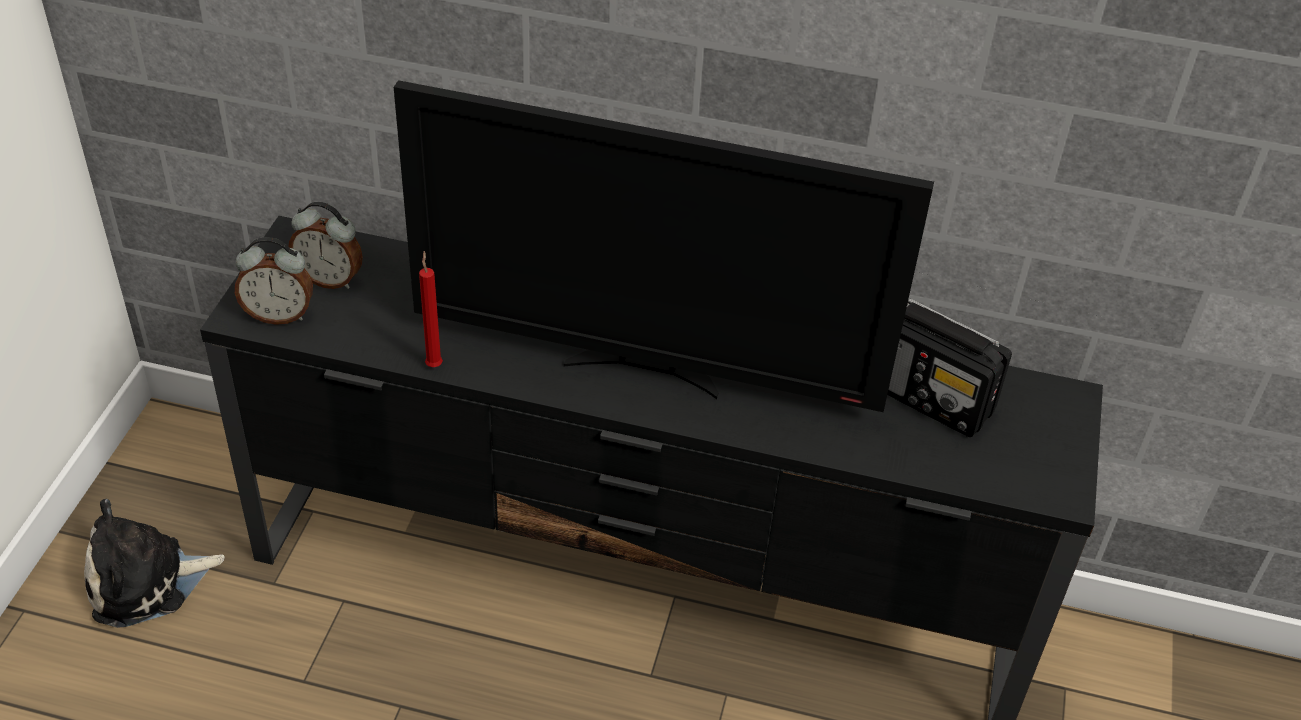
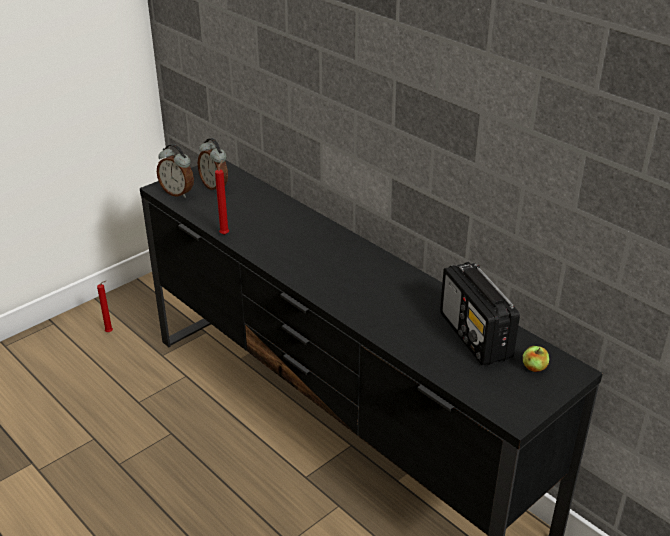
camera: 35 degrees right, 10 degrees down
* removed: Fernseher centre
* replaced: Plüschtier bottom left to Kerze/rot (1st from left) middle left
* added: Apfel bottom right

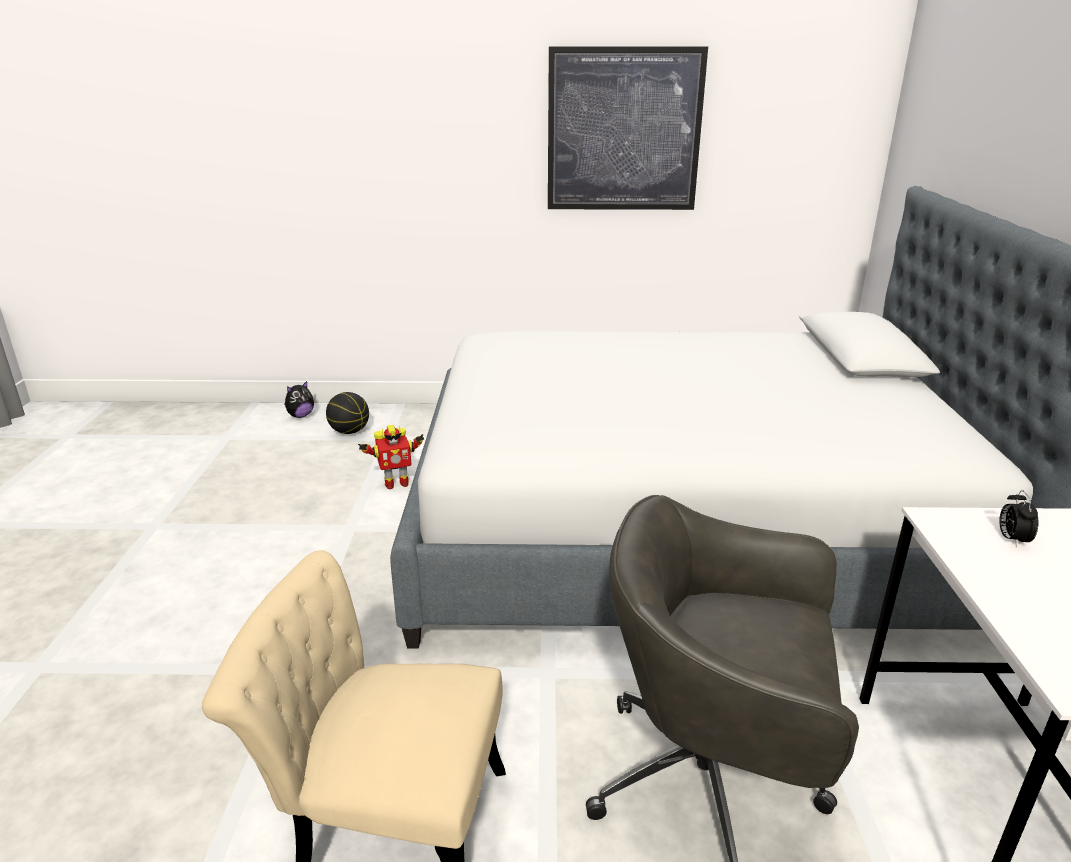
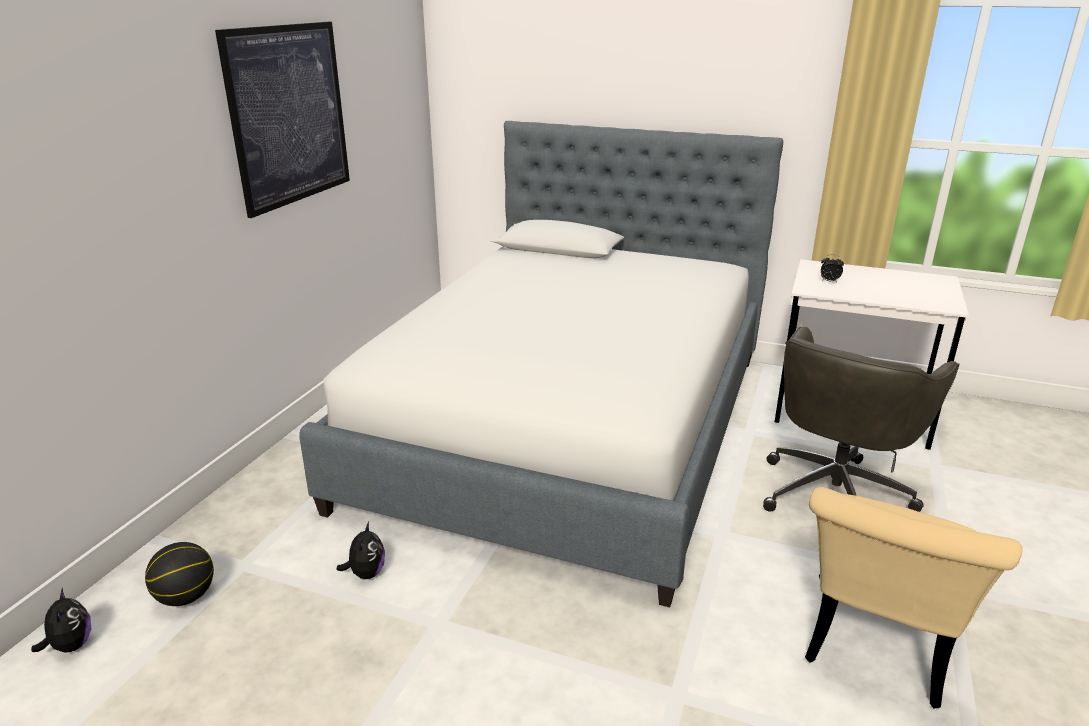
camera: 70 degrees left, 0 degrees up
* replaced: Spielzeugroboter centre to Plüschtier (2nd from left) bottom left

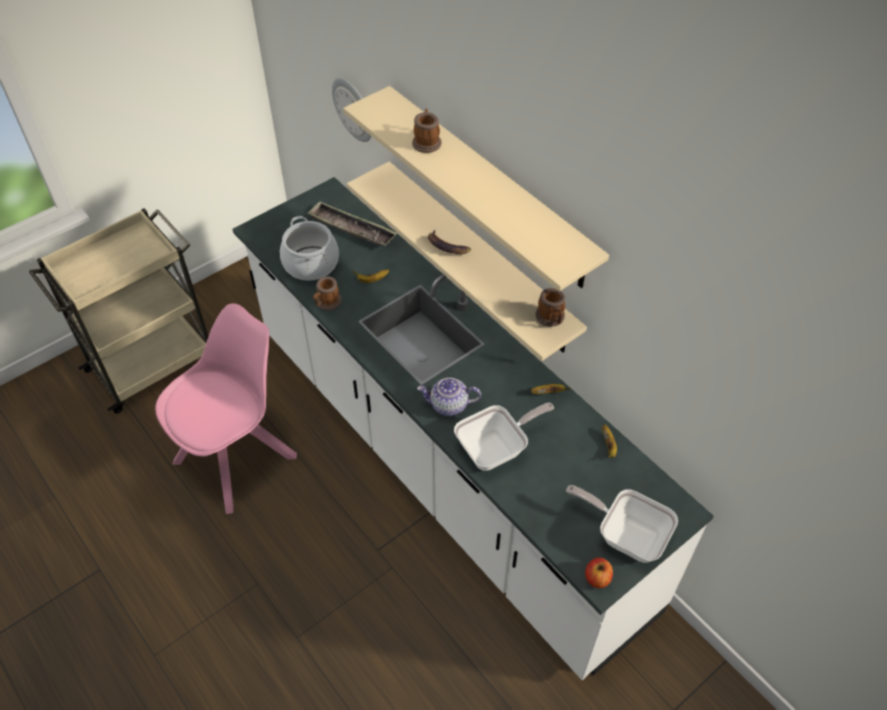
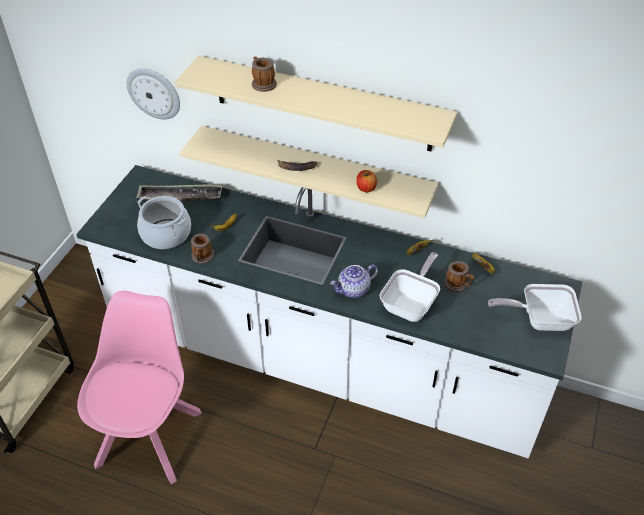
camera: 30 degrees left, 5 degrees down
* moved: Henkelbecher (3rd from left) centre to middle right
* moved: Apfel bottom right to centre

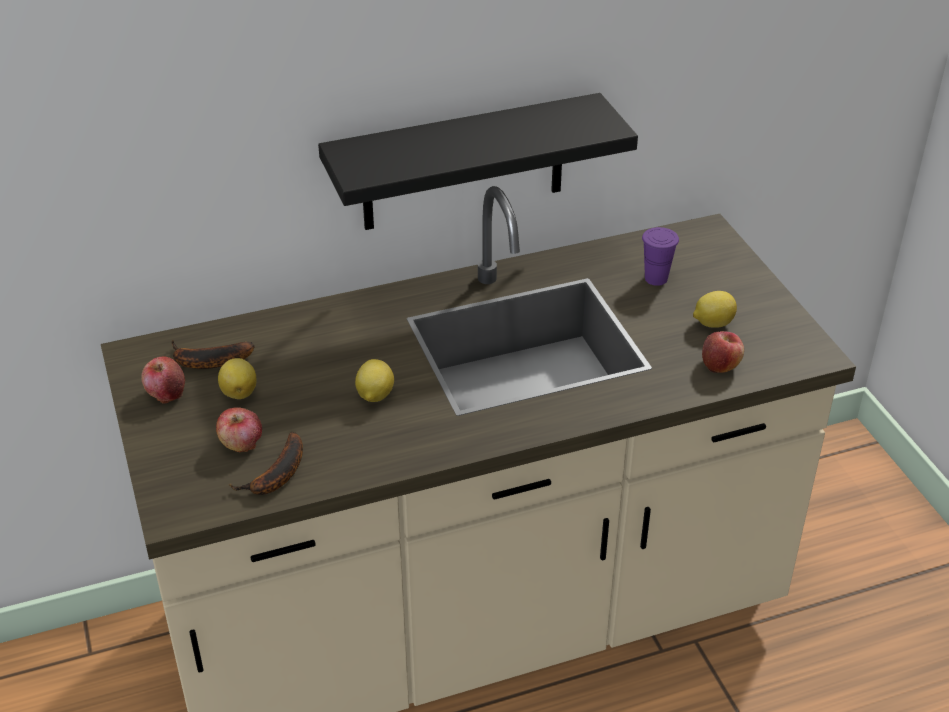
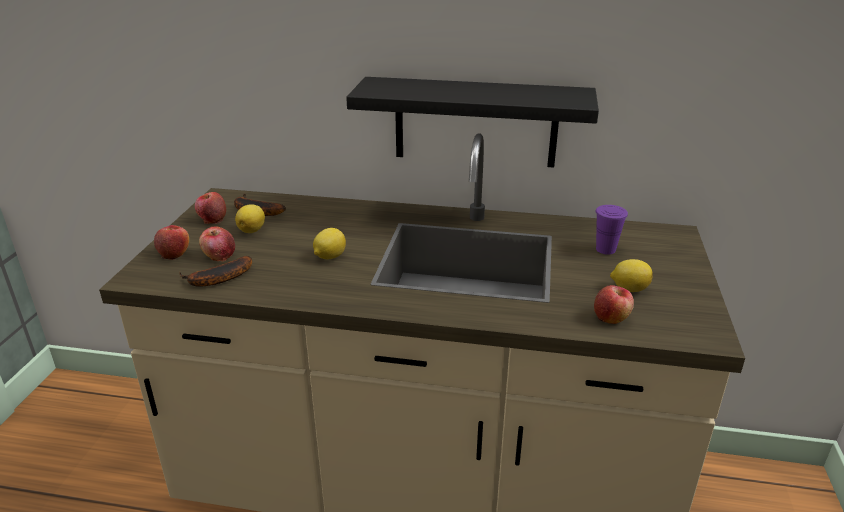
camera: 30 degrees right, 10 degrees down
* added: Apfel (1st from left) middle left

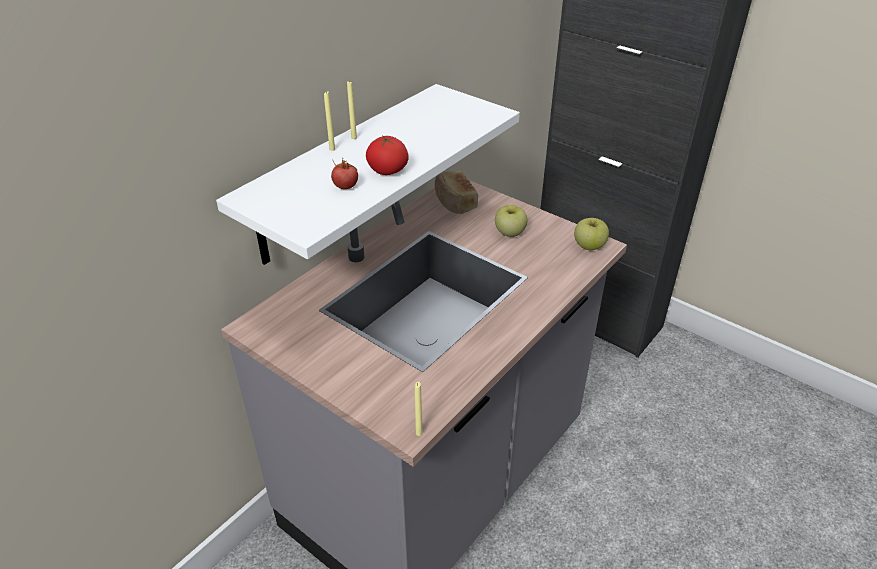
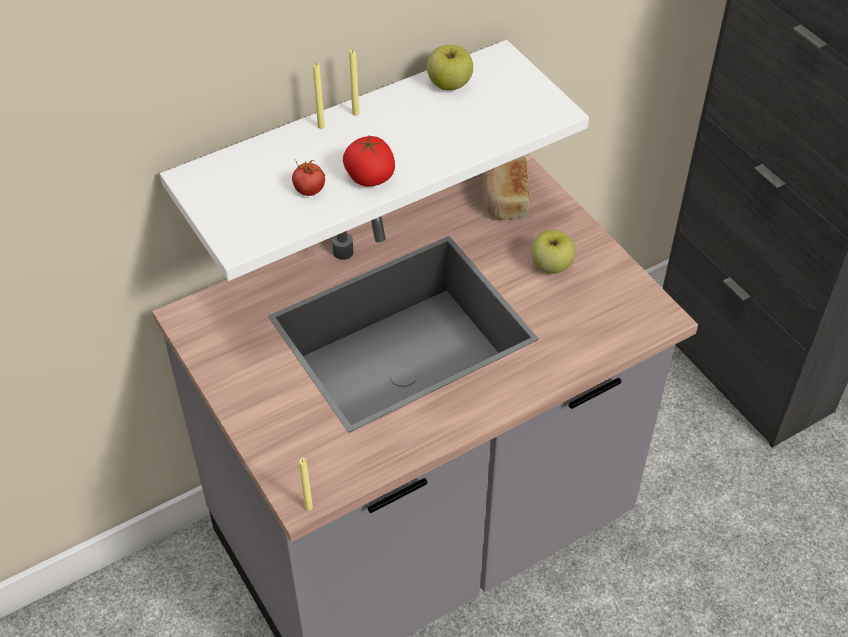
camera: 20 degrees right, 10 degrees up
* moved: Apfel (2nd from left in the first image) middle right to Apfel (1st from left) top centre

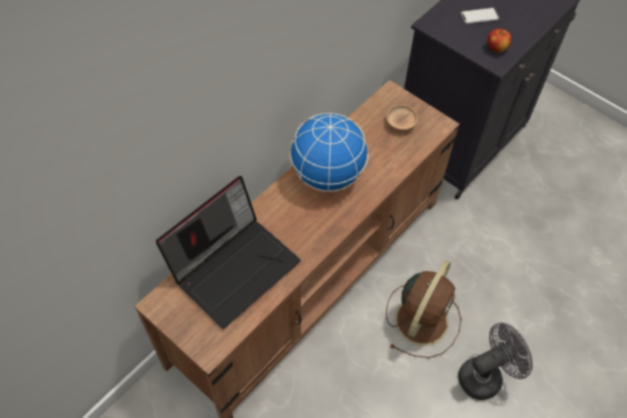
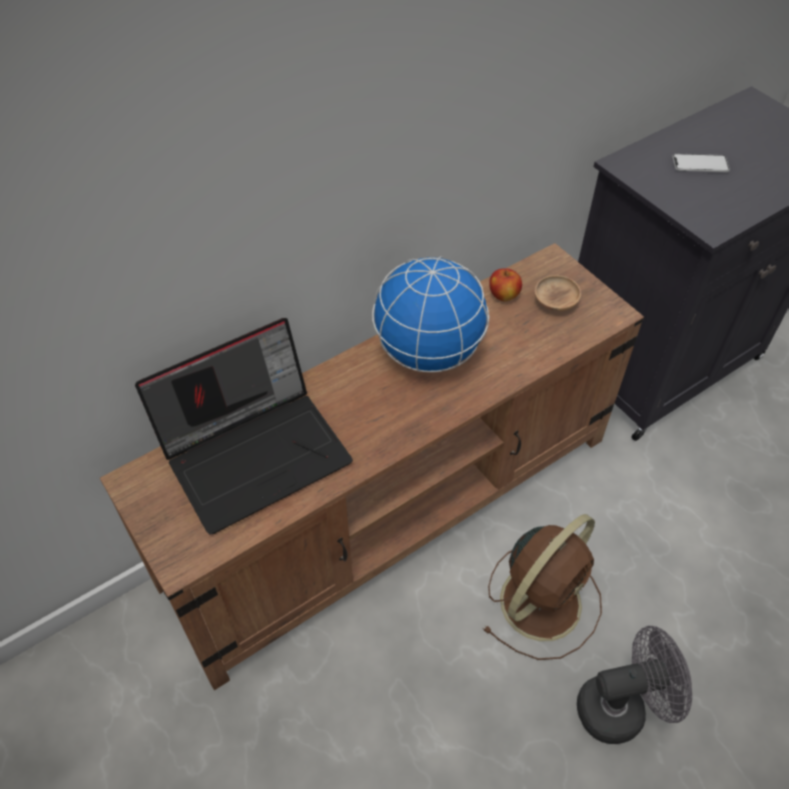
camera: 15 degrees right, 5 degrees down
* moved: Apfel top right to centre

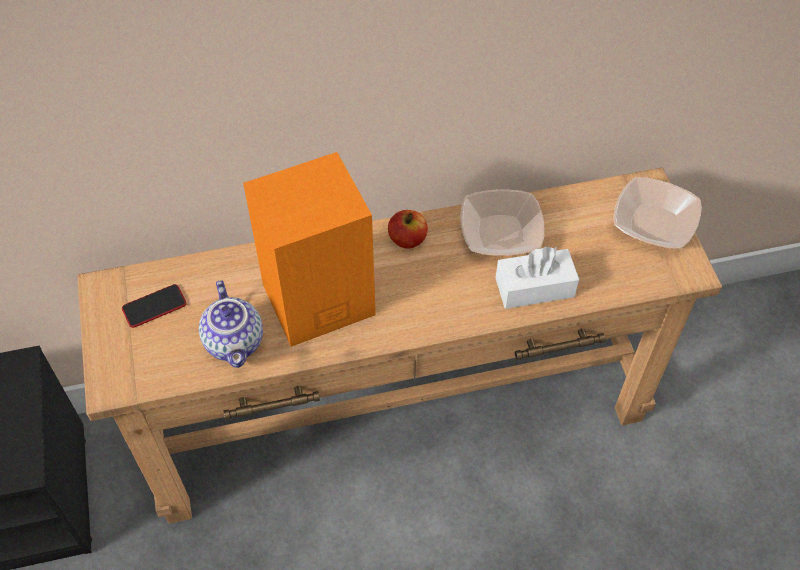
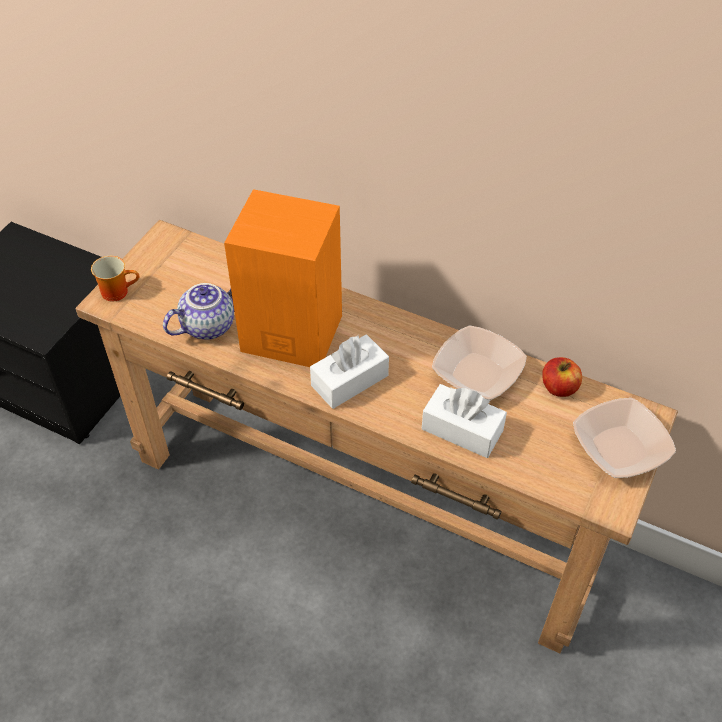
camera: 40 degrees right, 5 degrees down
* moved: Apfel centre to middle right
* turned: Teekanne middle left = middle left 150 degrees counterclockwise
* removed: Handy middle left
* added: Henkelbecher middle left
* added: Taschentuchbox/weiß (1st from left) centre

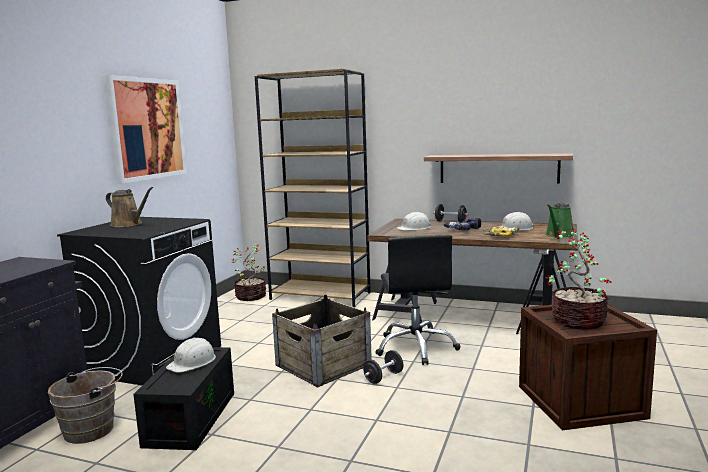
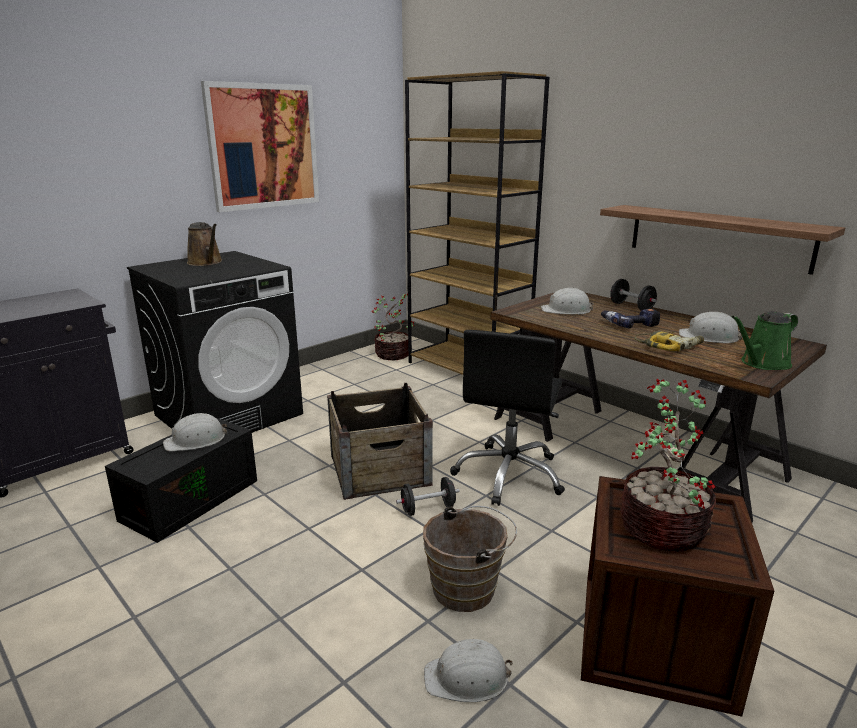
camera: 25 degrees right, 10 degrees up
* moved: Eimer/braun bottom left to bottom centre
* added: Schutzhelm/weiß (2nd from left) bottom centre

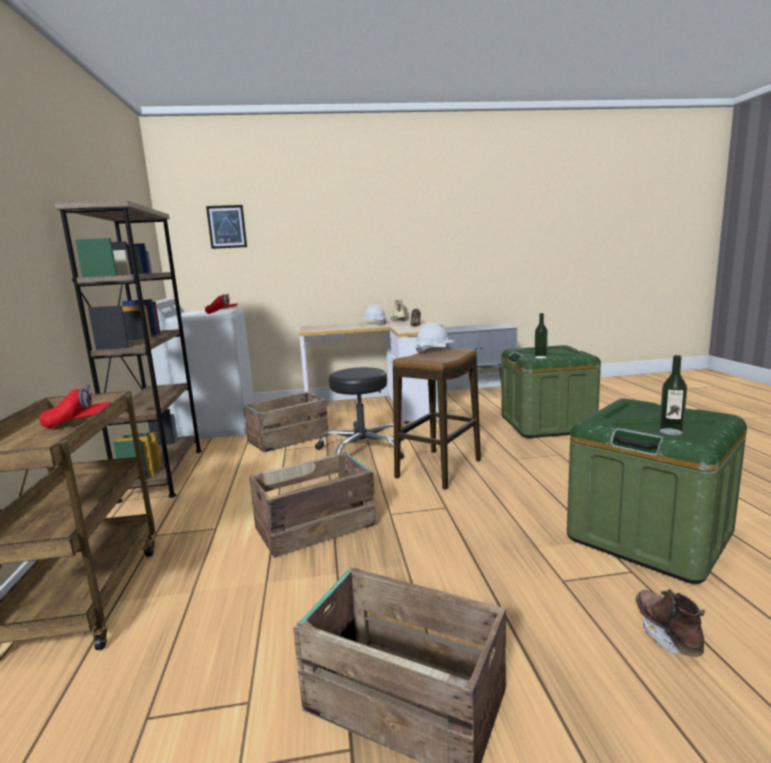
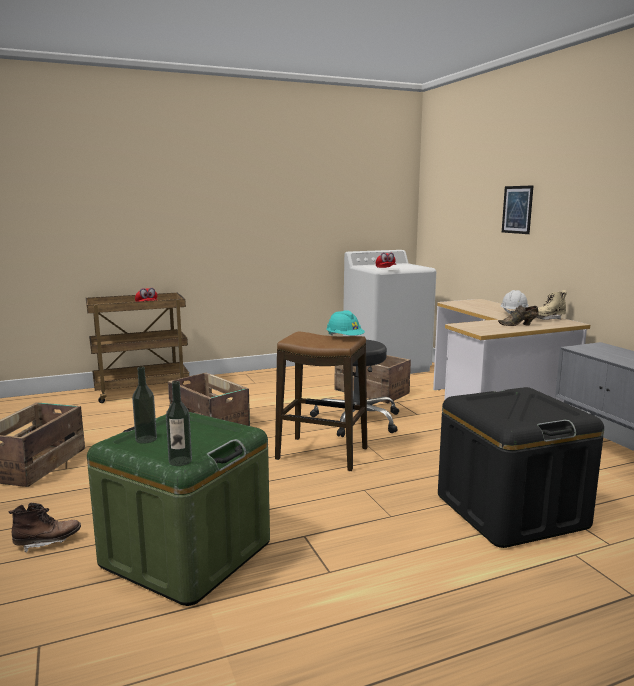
camera: 75 degrees right, 0 degrees up
* removed: Bücherregal/braun middle left
* moved: Bild top left to top right
* moved: Flasche (1st from left in the first image) middle right to Flasche (2nd from left) middle left
* recoloured: Schutzhelm/weiß (2nd from left) centre to Schutzhelm/türkis centre
* recoloured: Aufbewahrungsbox/grün (1st from left) middle right to Aufbewahrungsbox/schwarz bottom right

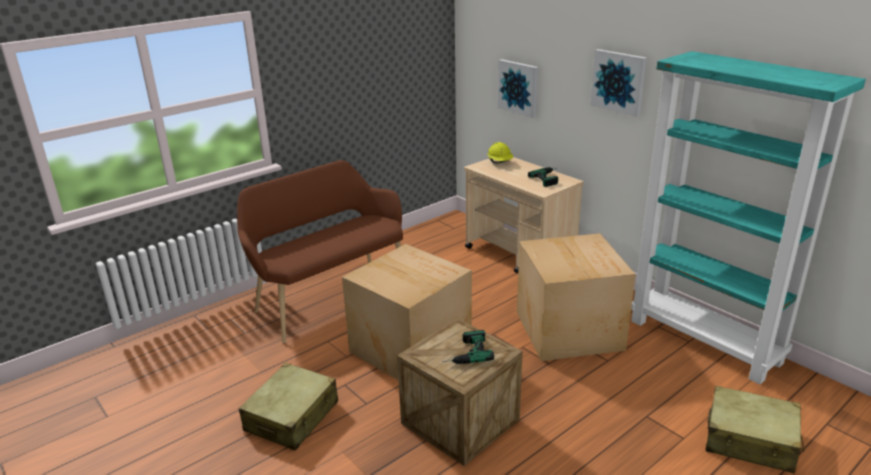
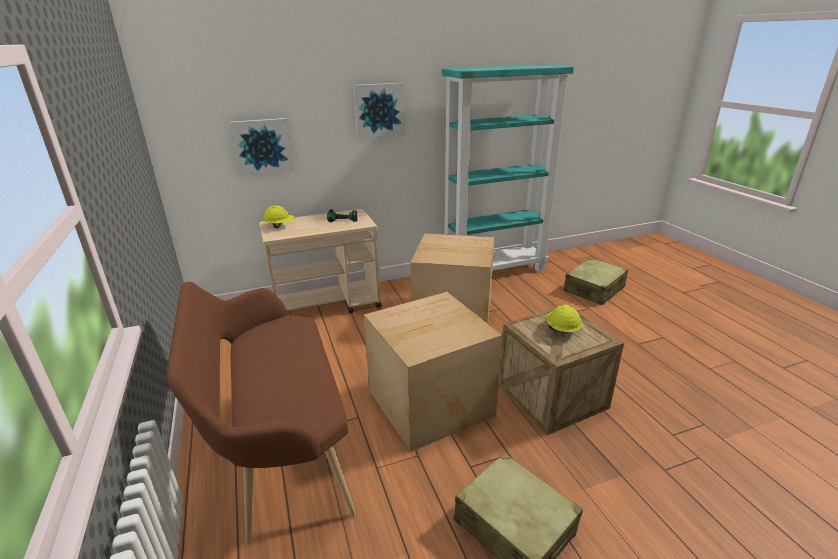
camera: 70 degrees left, 0 degrees up
* replaced: Bohrmaschine (1st from left) bottom centre to Schutzhelm/gelb (2nd from left) middle right

